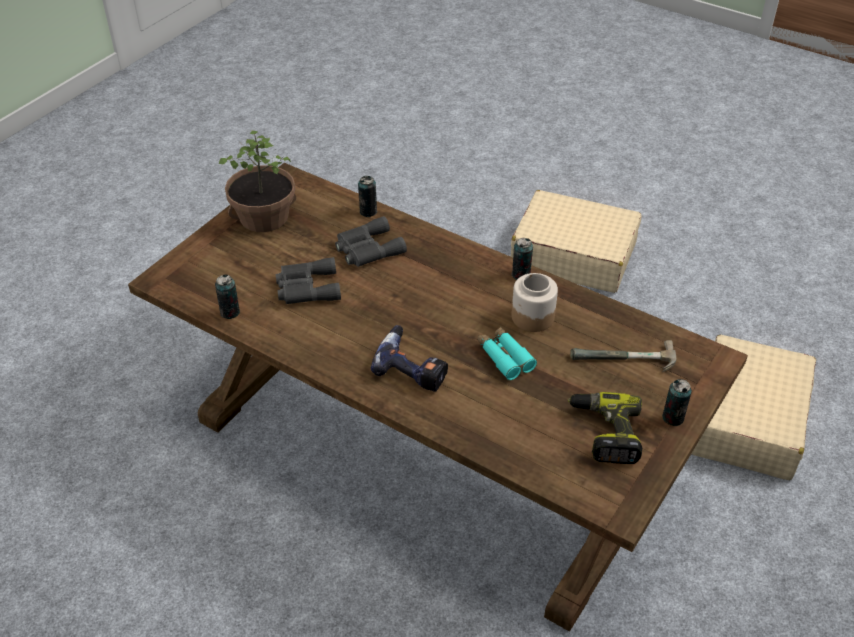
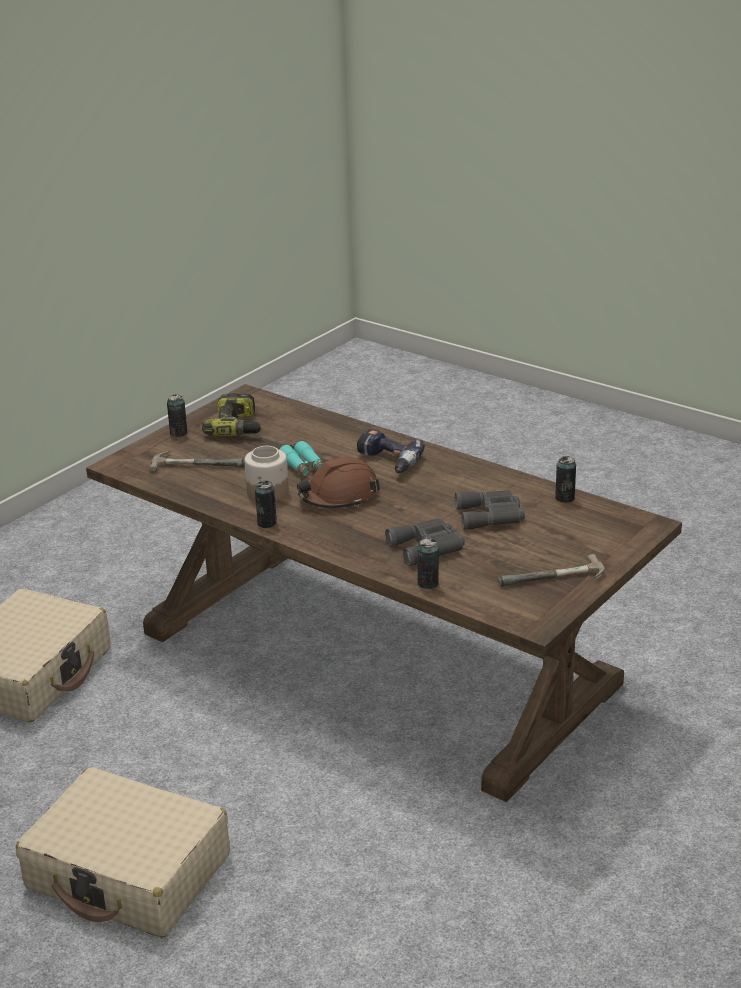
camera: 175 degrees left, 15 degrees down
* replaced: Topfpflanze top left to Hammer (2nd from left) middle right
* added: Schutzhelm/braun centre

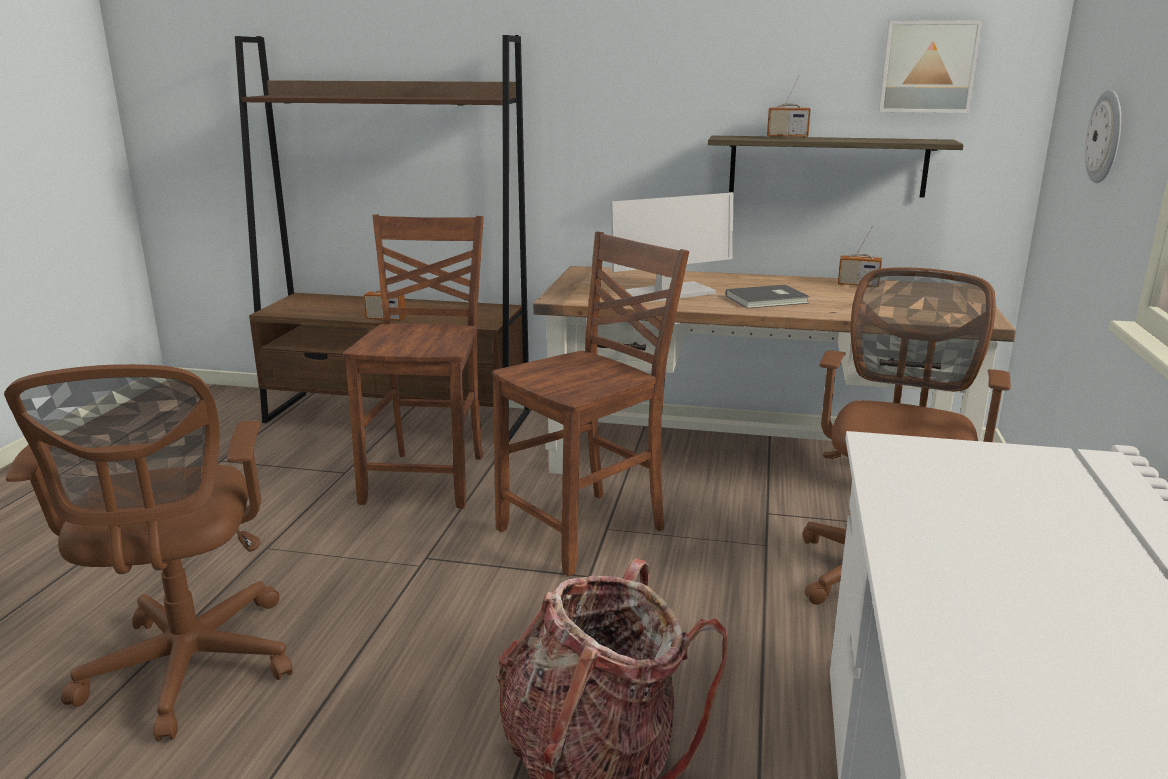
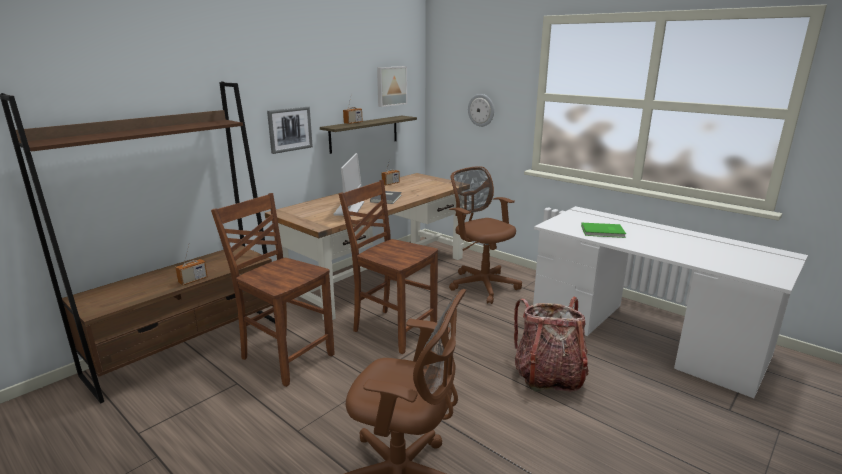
camera: 60 degrees left, 0 degrees up
* turned: Stuhl/braun (2nd from left) centre = centre 45 degrees counterclockwise
* added: Bild (1st from left) top centre
* added: Buch/grün middle right

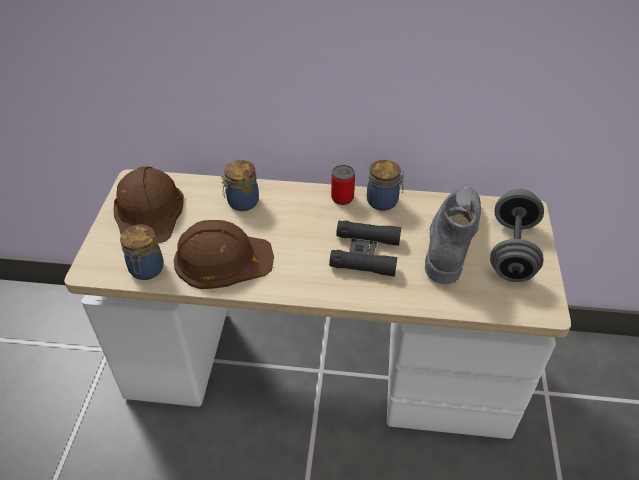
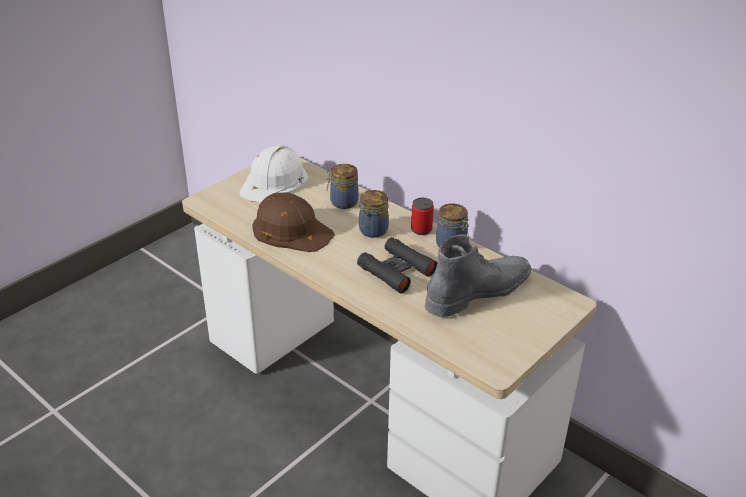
camera: 35 degrees right, 10 degrees down
* recoloured: Schutzhelm/braun (1st from left) middle left to Schutzhelm/weiß centre
* removed: Hantel/grau middle right
* moved: Vorratsglas (1st from left in the first image) middle left to Vorratsglas (2nd from left) centre

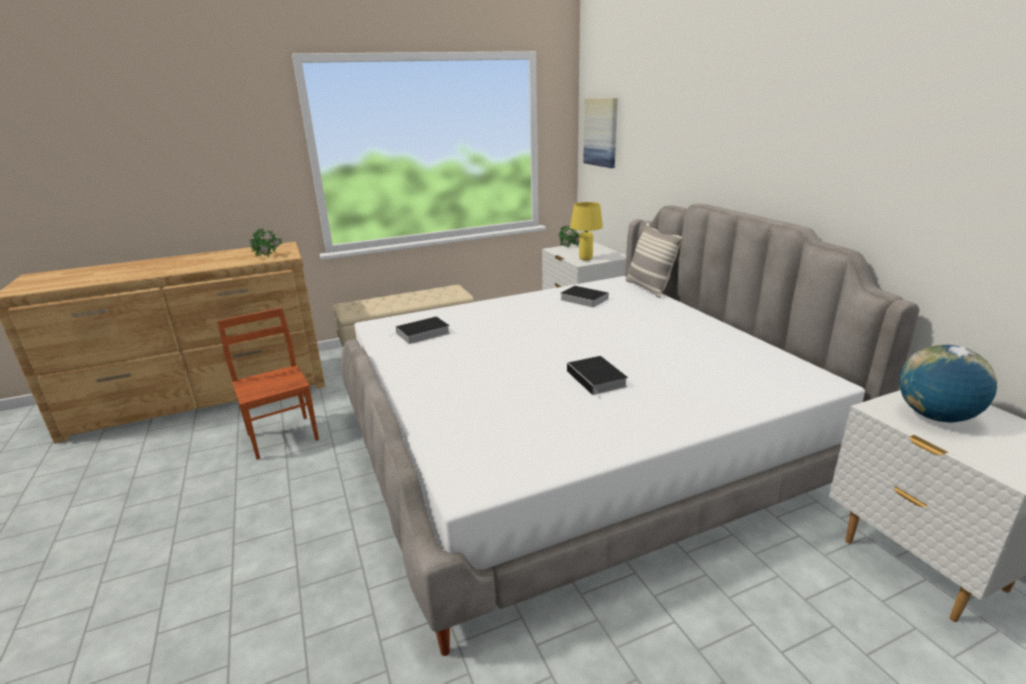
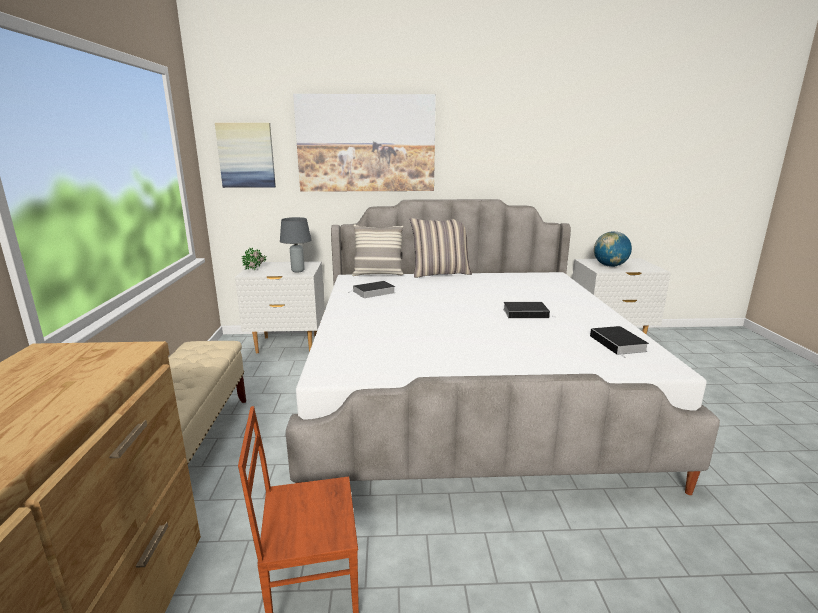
camera: 70 degrees left, 5 degrees down
* recoloured: Tischlampe/gelb centre to Tischlampe/grau centre
* removed: Topfpflanze (1st from left) middle left
* moved: Buch (1st from left in the first image) centre to Buch (3rd from left) middle right
* added: Bild (2nd from left) top centre
* added: Kissen (2nd from left) centre

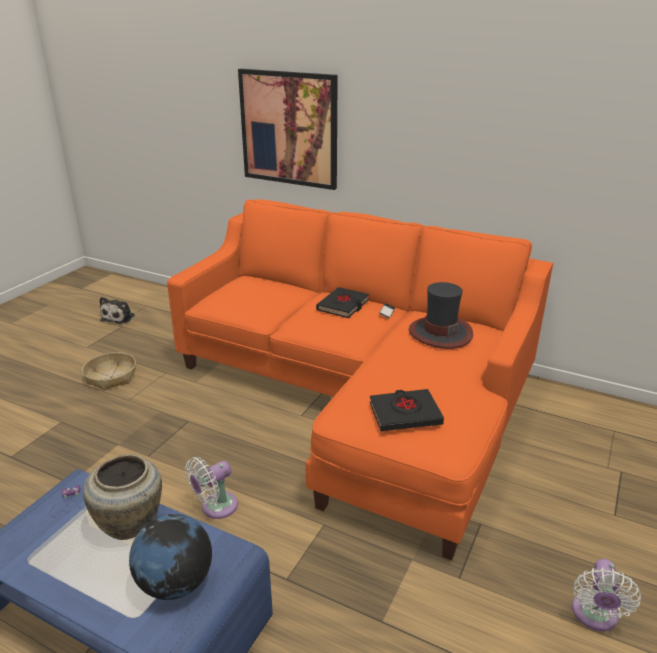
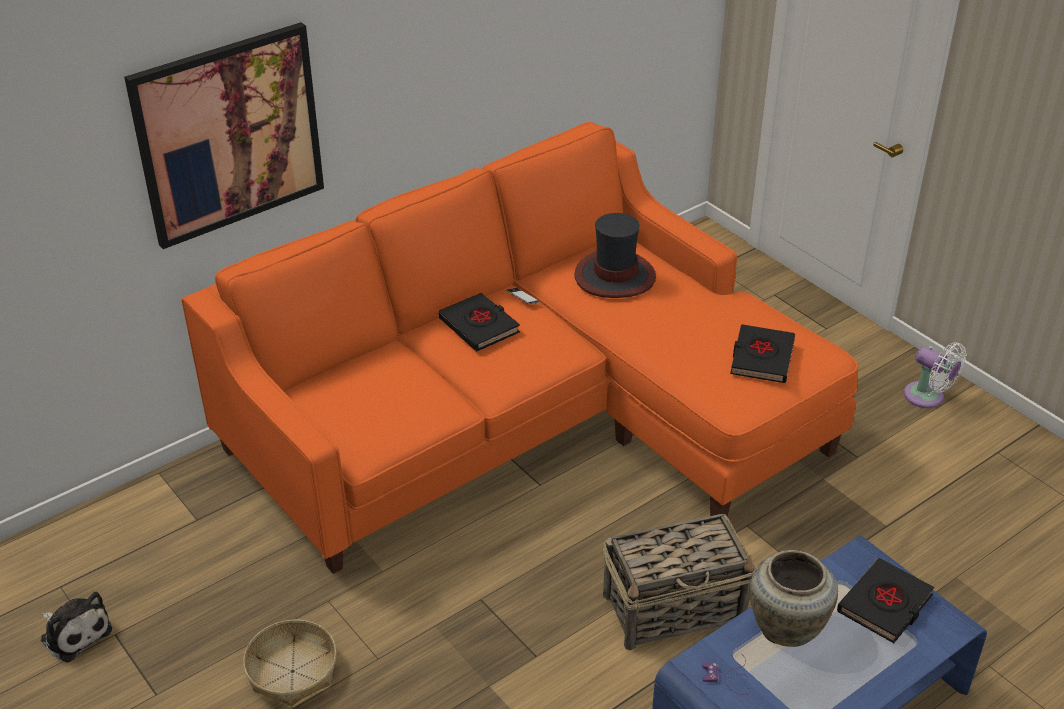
camera: 65 degrees left, 10 degrees up
* replaced: Ventilator/weiß (1st from left) bottom left to Korb (2nd from left) bottom centre
* replaced: Globus bottom left to Buch/schwarz (3rd from left) bottom right

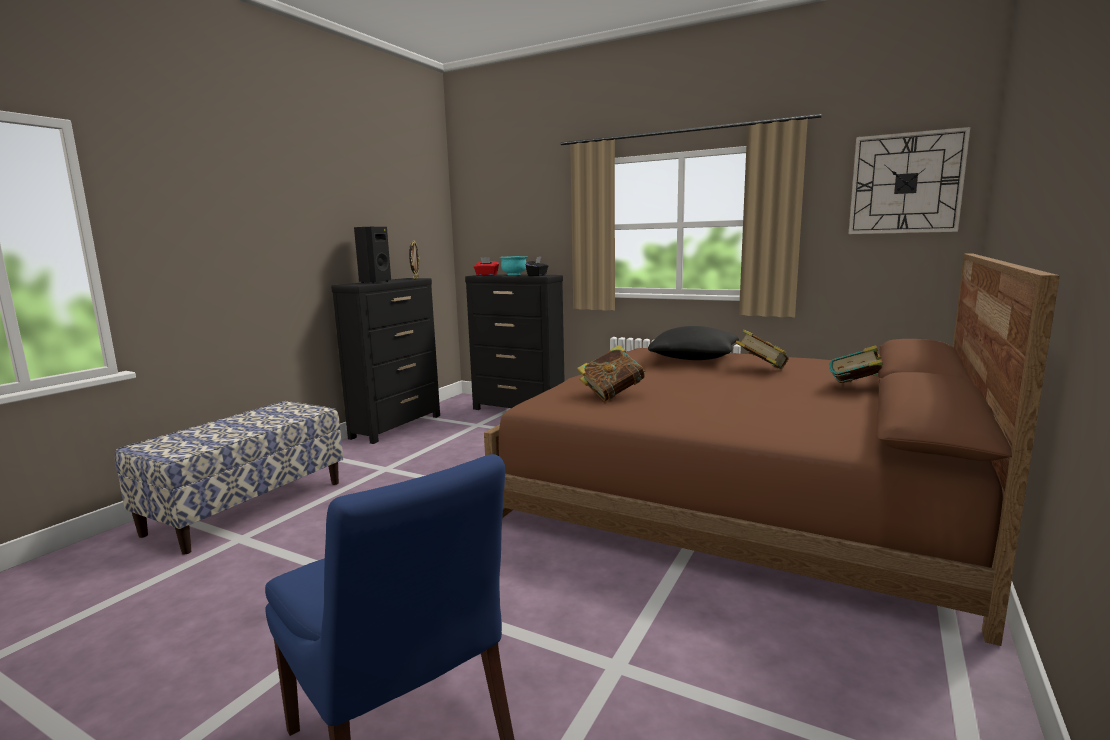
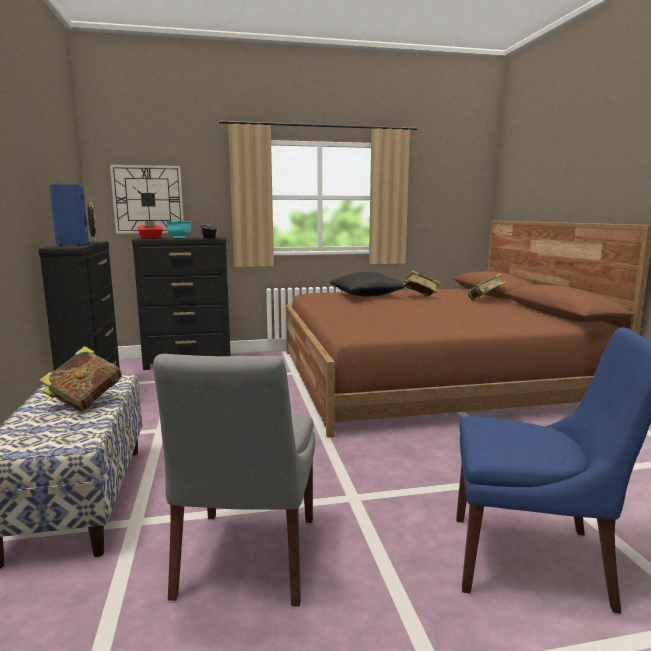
camera: 40 degrees left, 0 degrees up
* moved: Wanduhr top right to top left
* recoloured: Lautsprecher/schwarz centre to Lautsprecher/blau top left
* moved: Buch (1st from left) centre to middle left
* added: Stuhl/grau bottom centre

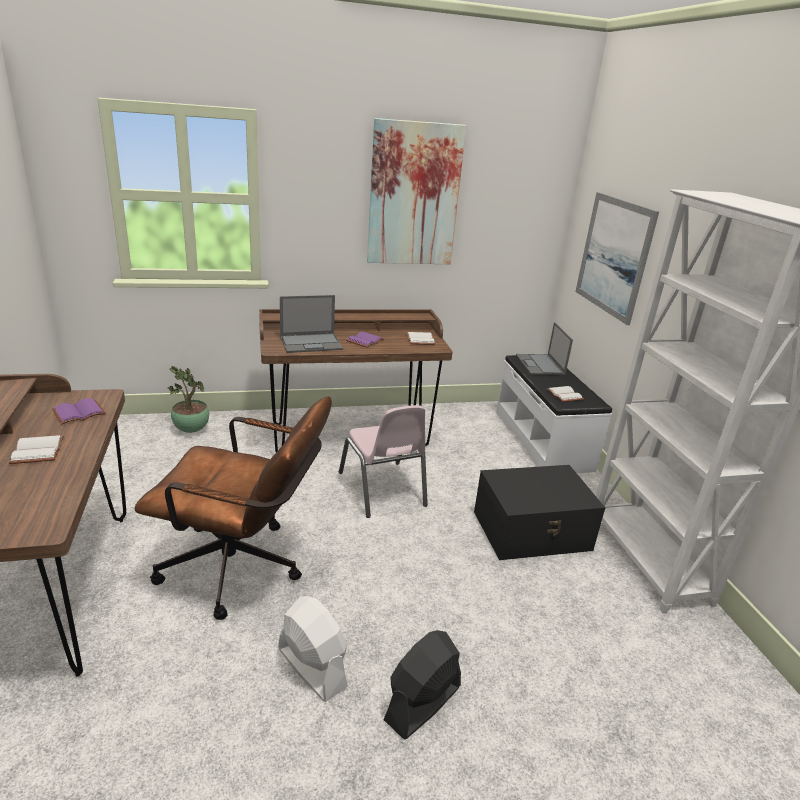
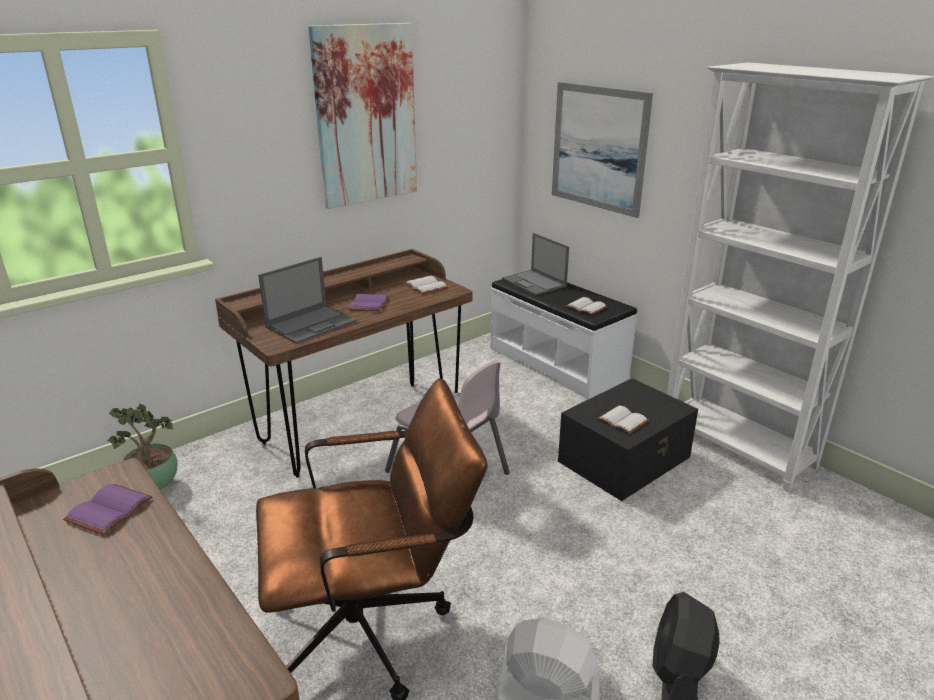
camera: 25 degrees left, 0 degrees up
* moved: Buch/weiß (1st from left in the first image) middle left to Buch/weiß (3rd from left) middle right

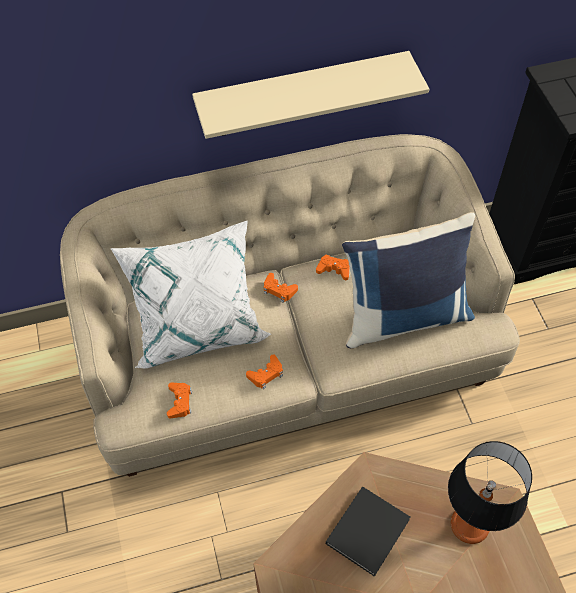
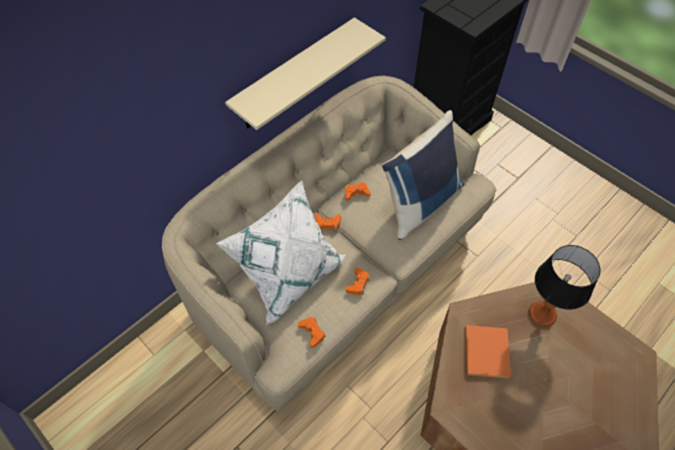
camera: 30 degrees left, 0 degrees up
* recoloured: Buch/schwarz bottom centre to Buch/orange bottom right

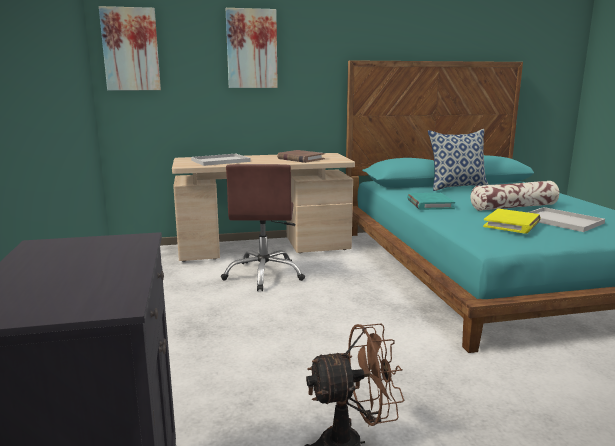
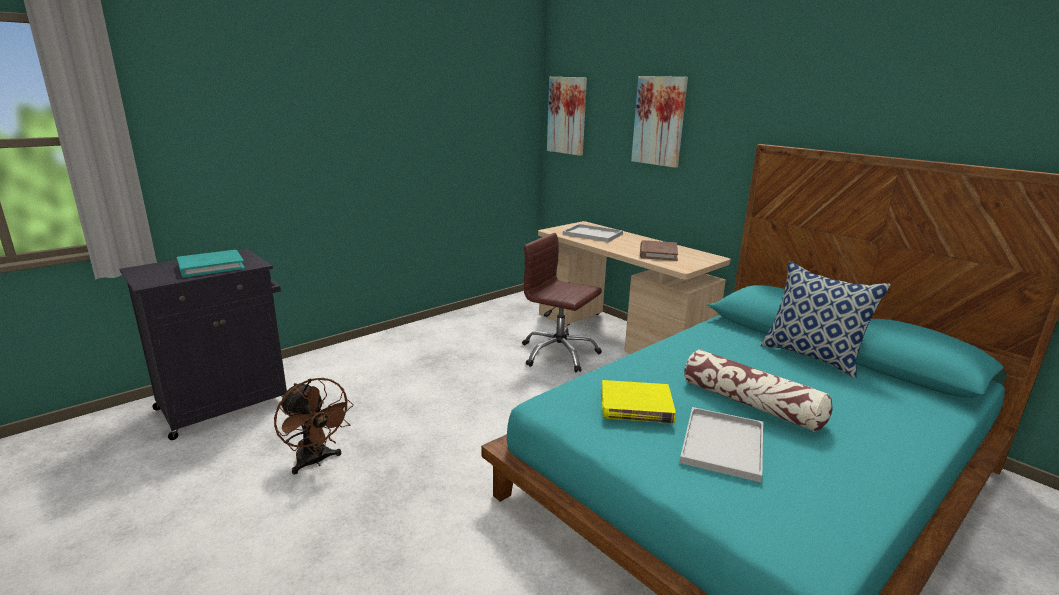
camera: 60 degrees right, 5 degrees up
* turned: Bürostuhl/braun centre = centre 60 degrees clockwise
* moved: Buch/türkis middle right to middle left

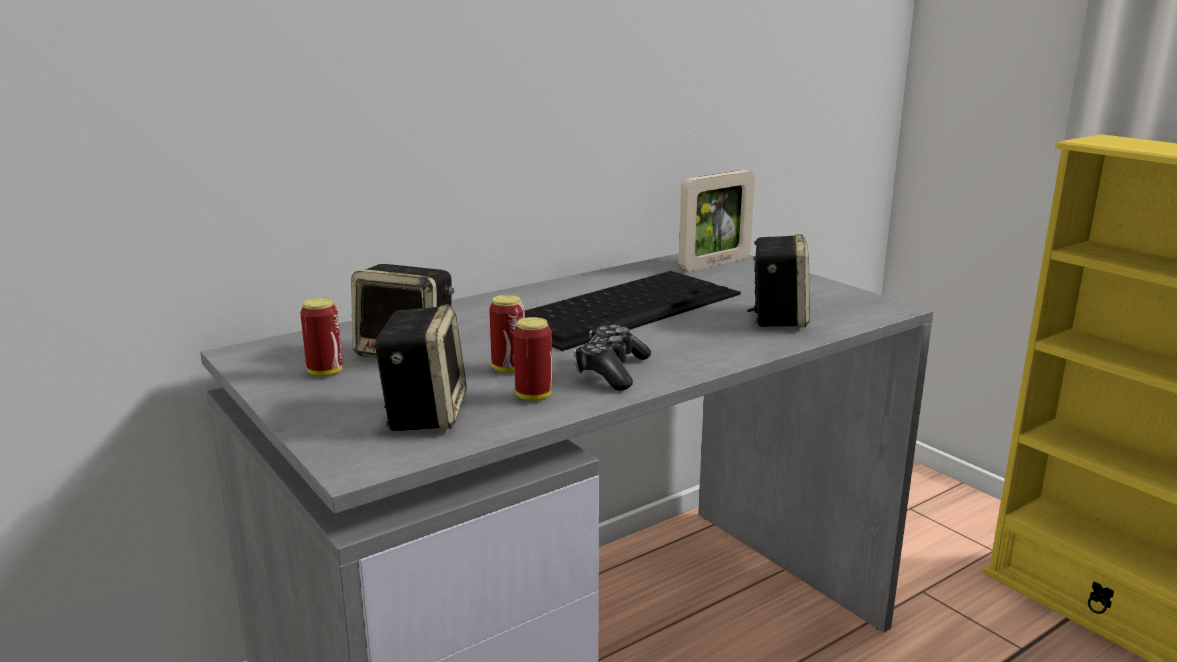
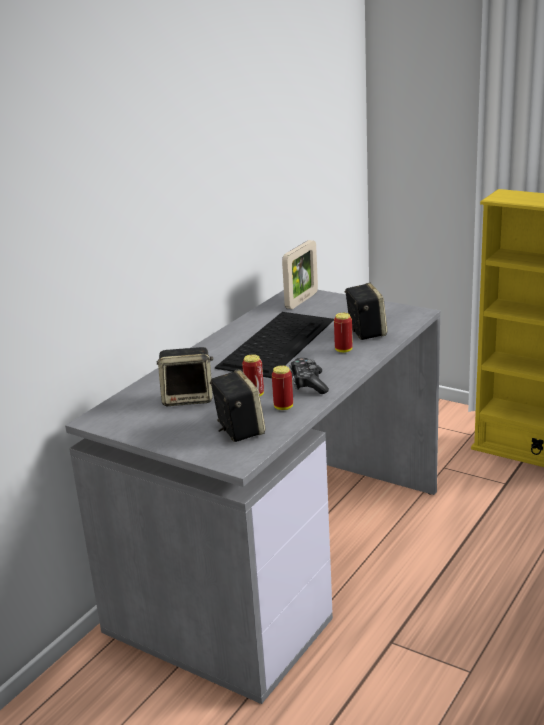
camera: 20 degrees left, 5 degrees up
* moved: Dose (1st from left in the first image) middle left to Dose (3rd from left) centre

